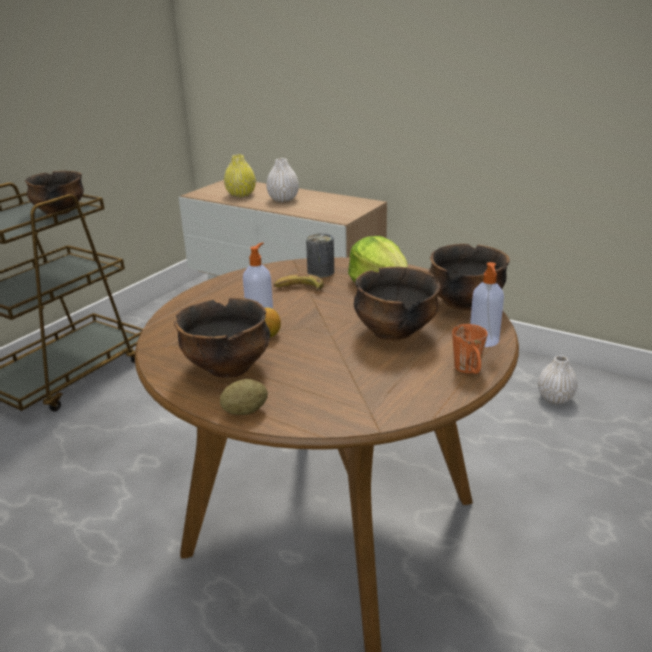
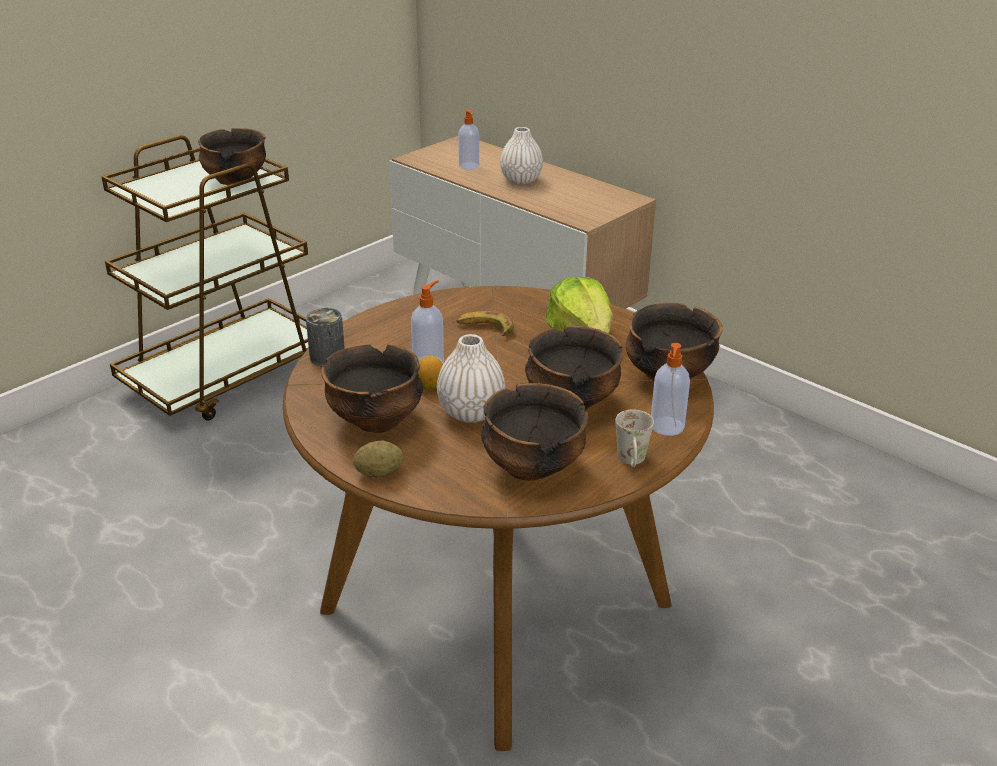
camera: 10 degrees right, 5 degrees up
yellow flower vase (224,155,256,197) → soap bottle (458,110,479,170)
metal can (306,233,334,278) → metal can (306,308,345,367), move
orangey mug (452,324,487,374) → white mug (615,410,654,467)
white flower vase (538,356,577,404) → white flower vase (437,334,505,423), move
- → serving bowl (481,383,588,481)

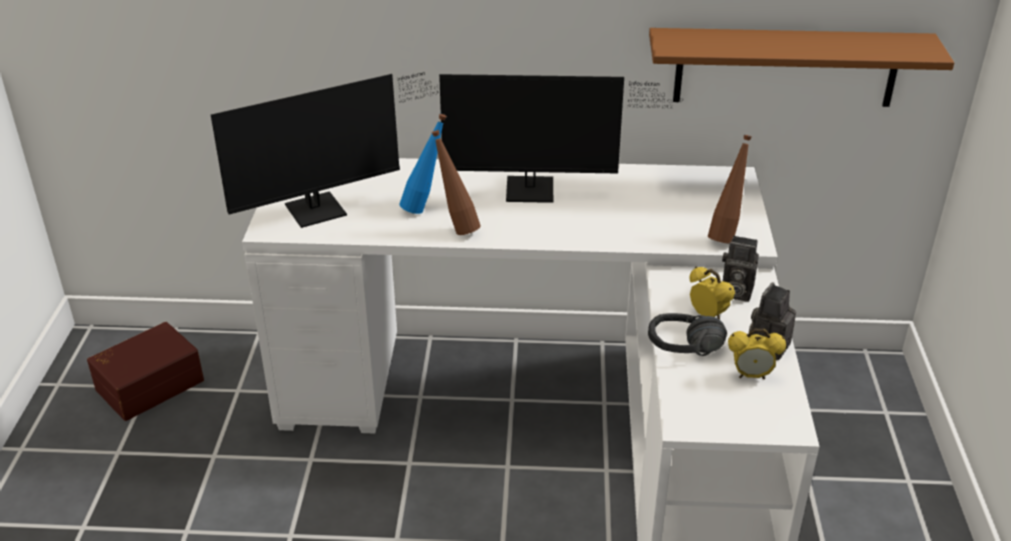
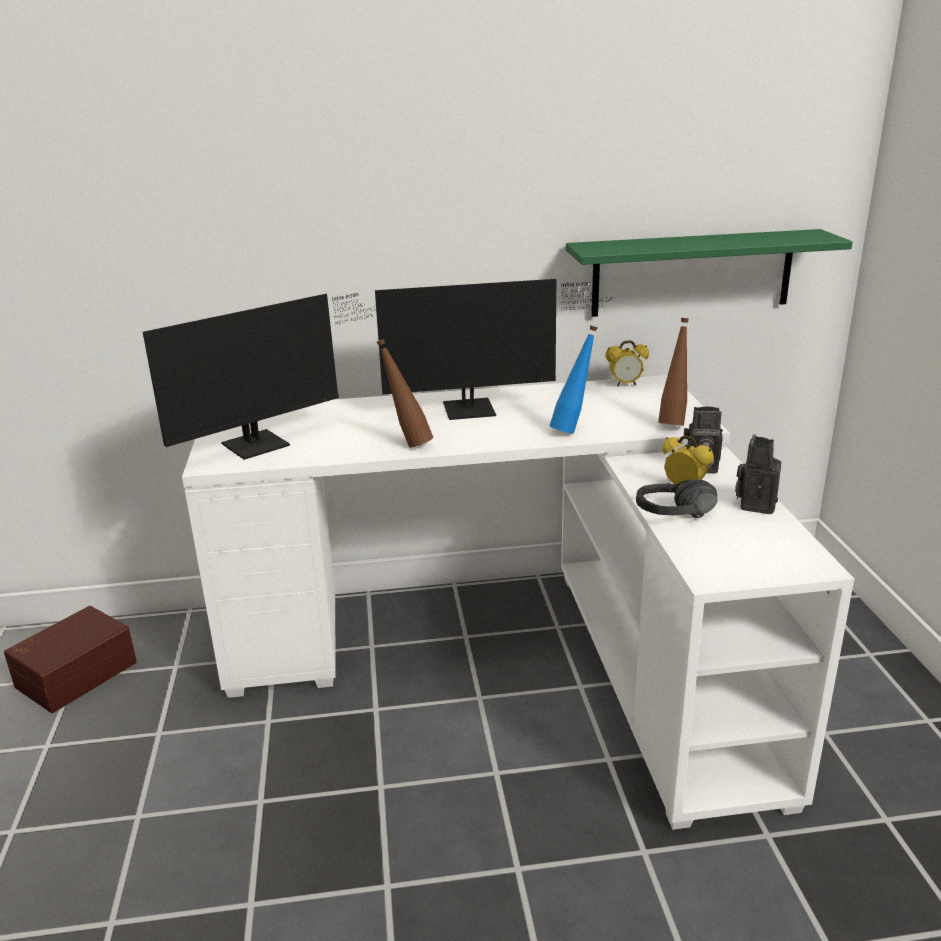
camera: 10 degrees left, 10 degrees down
blue-coloured bottle (399,114,447,214) → blue-coloured bottle (549,325,598,434), move
brownish shelf (649,28,954,107) → green-coloured shelf (566,229,853,317)
bedside clock (728,329,786,380) → bedside clock (605,340,649,386), move

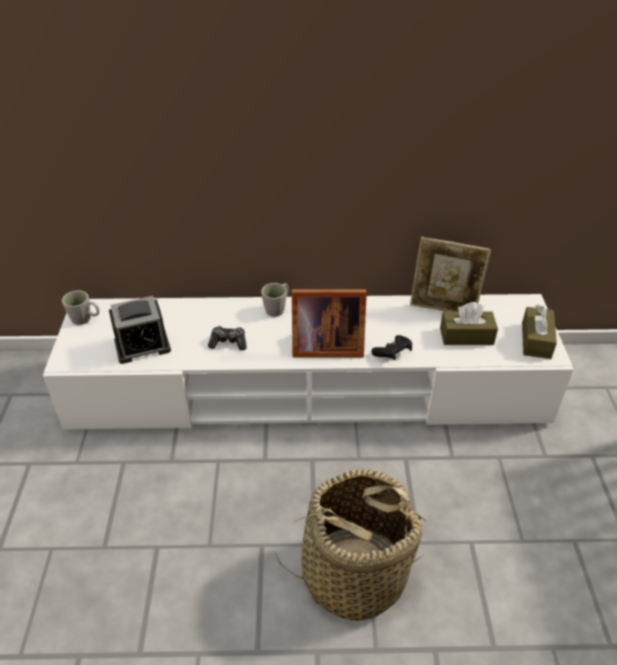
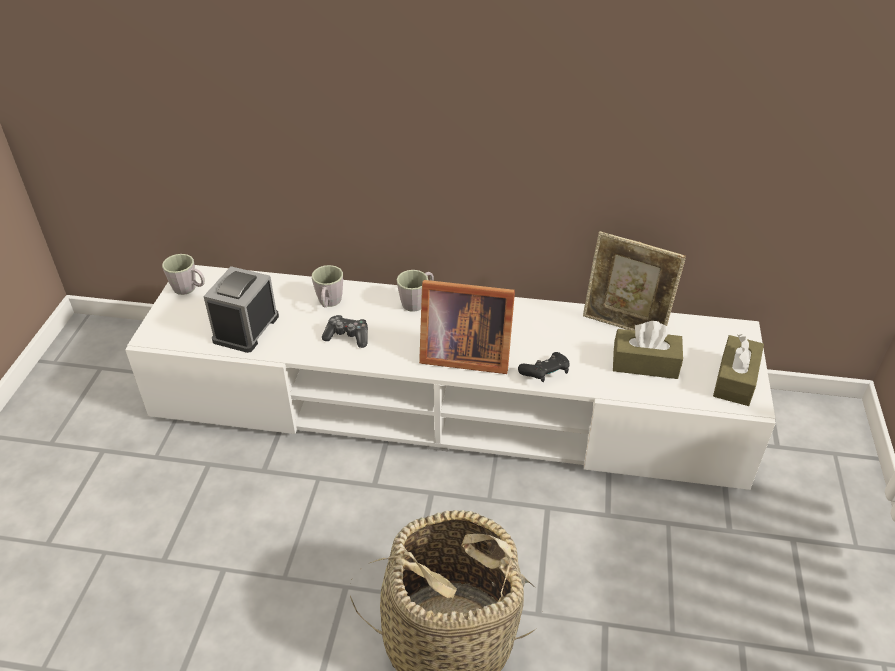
camera: 10 degrees right, 0 degrees up
bedside clock (109,296,171,364) → bedside clock (203,266,279,353), 120 degrees clockwise
- → grey mug (312,265,343,307)

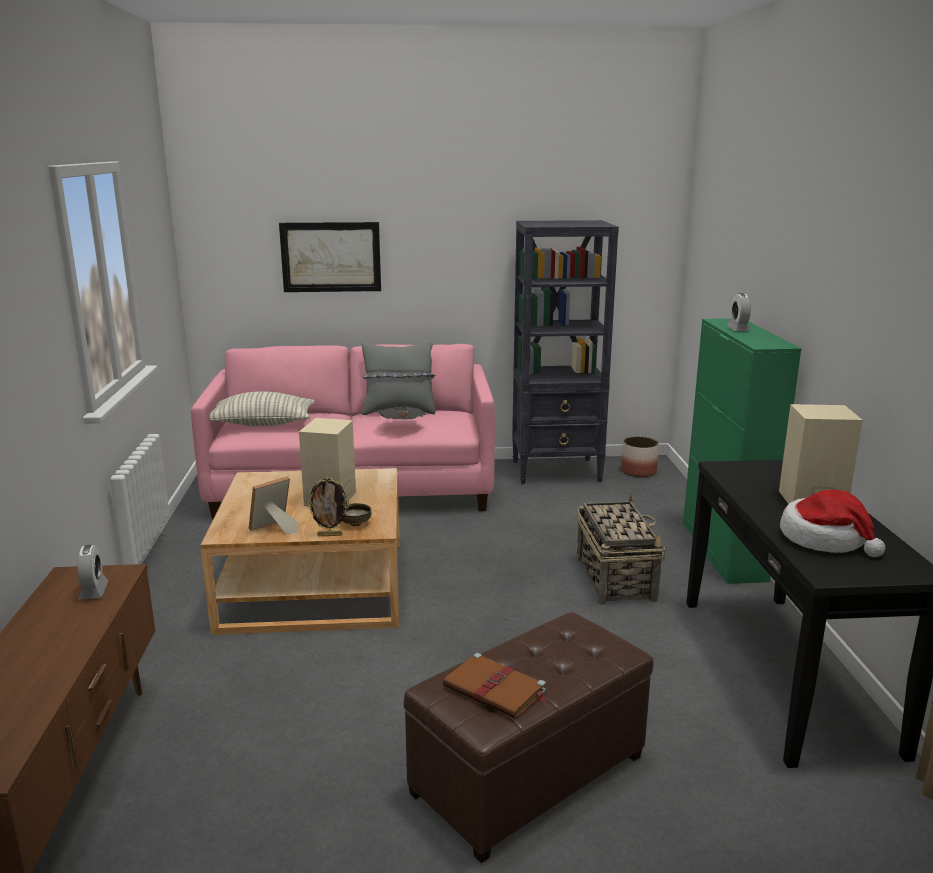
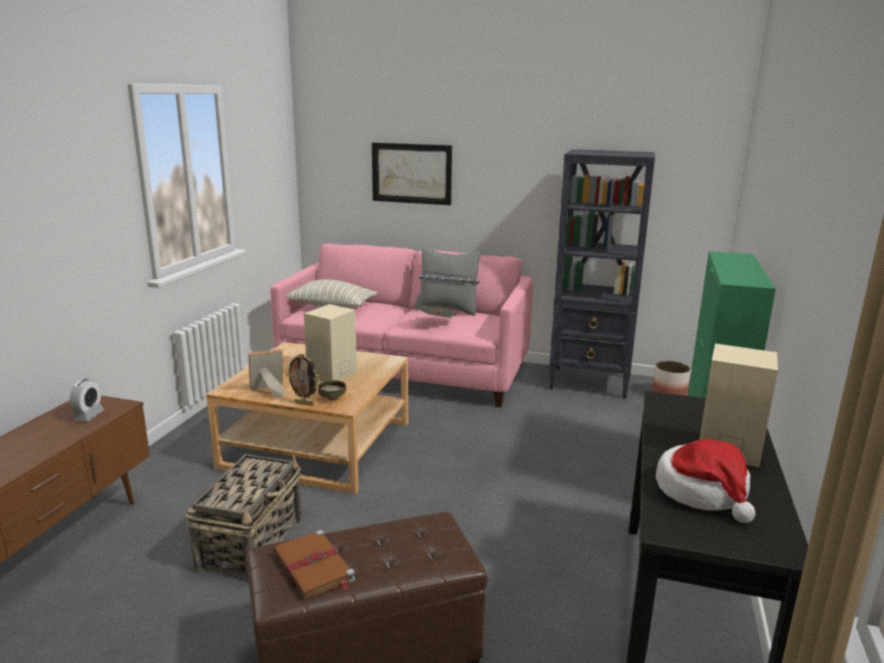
camera: 20 degrees right, 0 degrees up
basket (577,495,666,605) → basket (185,454,302,582), move
bedside clock (727,293,751,331) → -

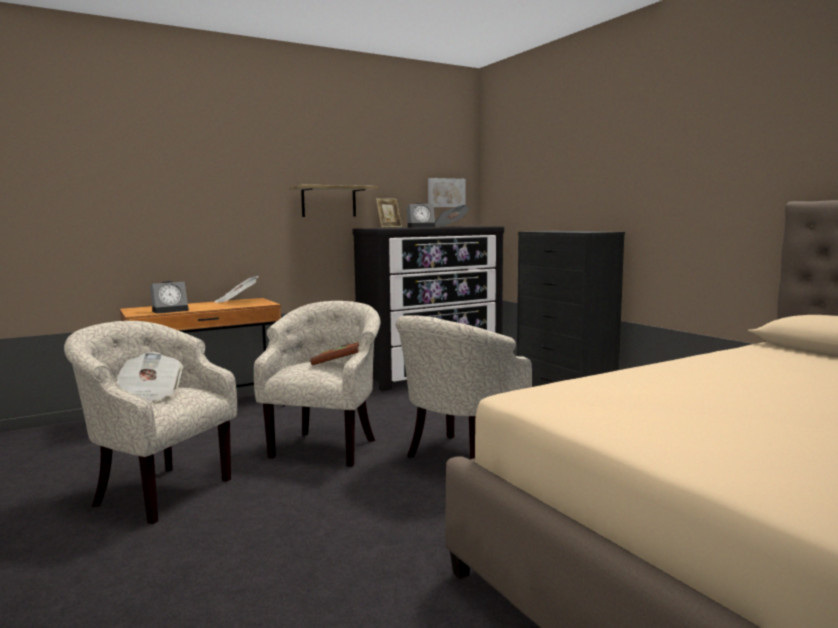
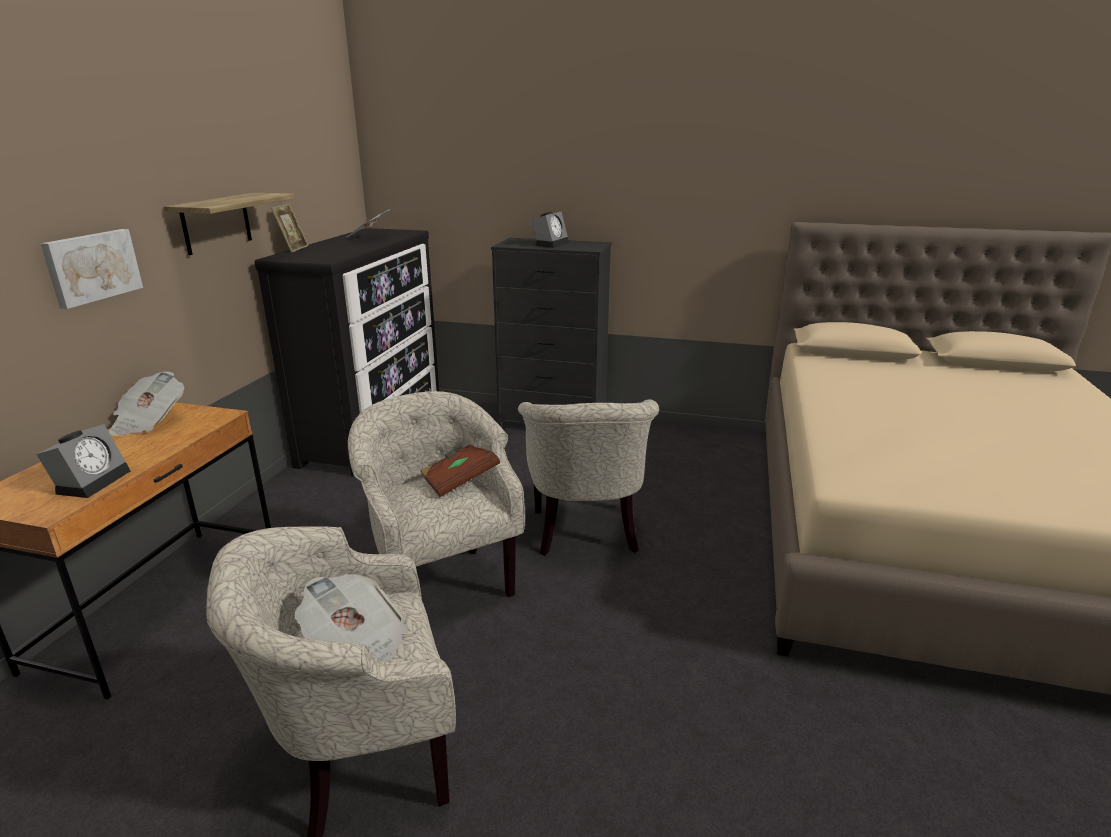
camera: 45 degrees left, 15 degrees up
bedside clock (407,203,435,228) → bedside clock (532,211,569,248), move
picture (428,178,466,207) → picture (40,229,143,309), move

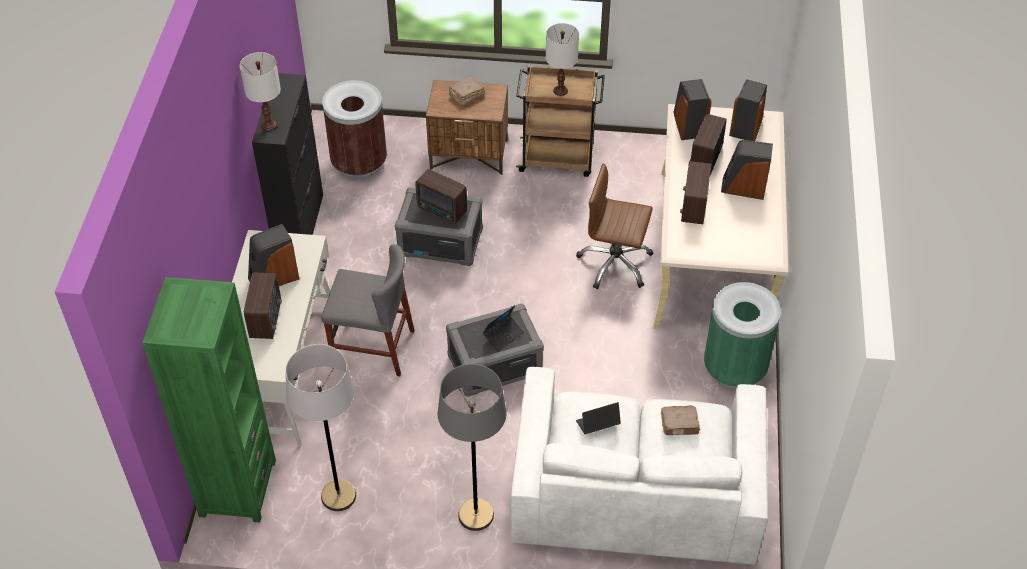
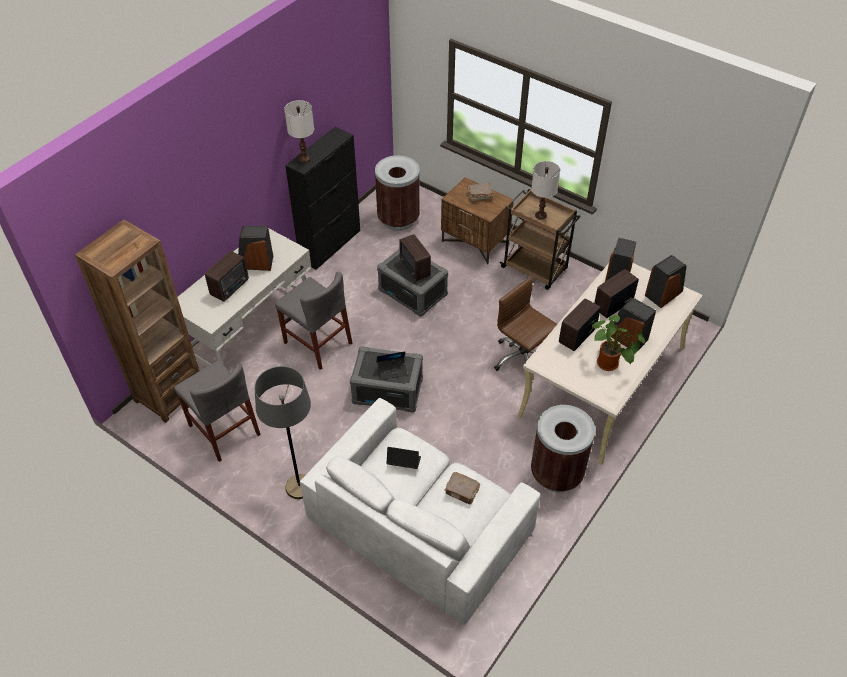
camera: 30 degrees right, 0 degrees up
green-coloured bookcase (142,277,276,523) → brownish bookcase (75,220,199,423)
grey standing lamp (285,344,356,511) → grey plain chair (174,360,261,462)
green-coloured rubbish bin (704,282,781,389) → brownish rubbish bin (531,405,595,492)
- → houseplant (589,315,645,371)

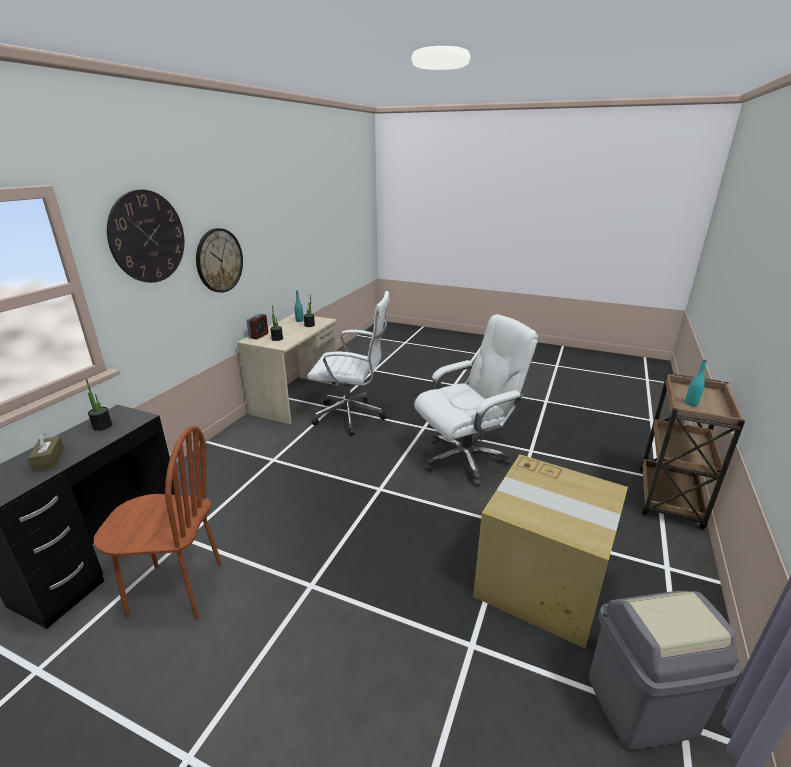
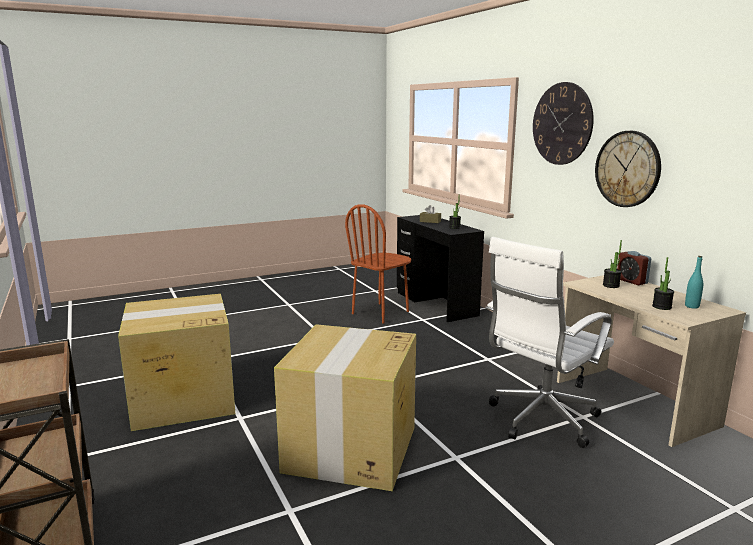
camera: 130 degrees right, 10 degrees down
white computer chair (414,314,538,486) → packing box (274,324,416,491)
grey rubbish bin (589,591,741,750) → -
turquoise-coloured bottle (685,360,706,406) → -

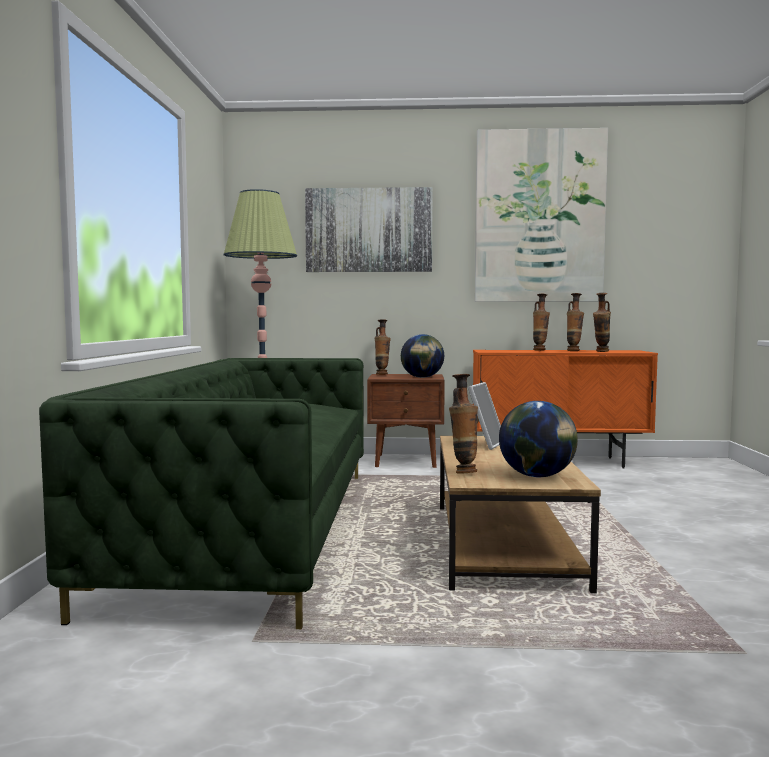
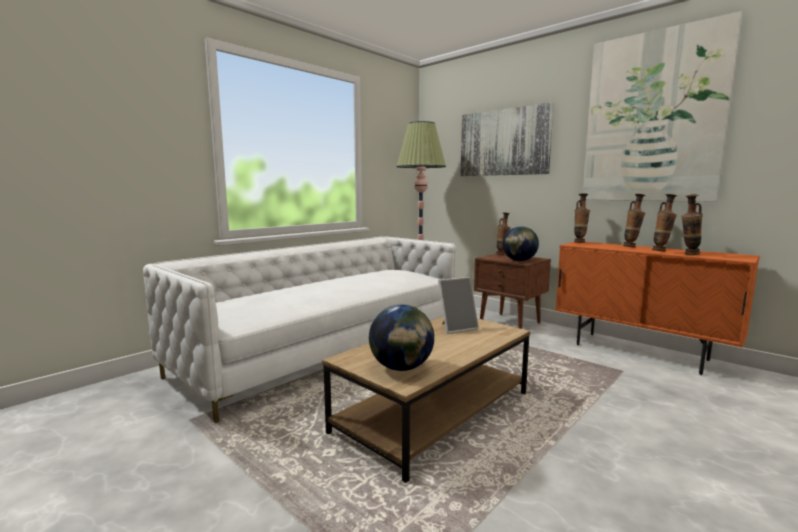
camera: 40 degrees right, 5 degrees up
green-coloured couch (39,358,364,629) → white couch (143,236,456,423)
flower vase (449,374,478,474) → flower vase (574,193,590,243), move

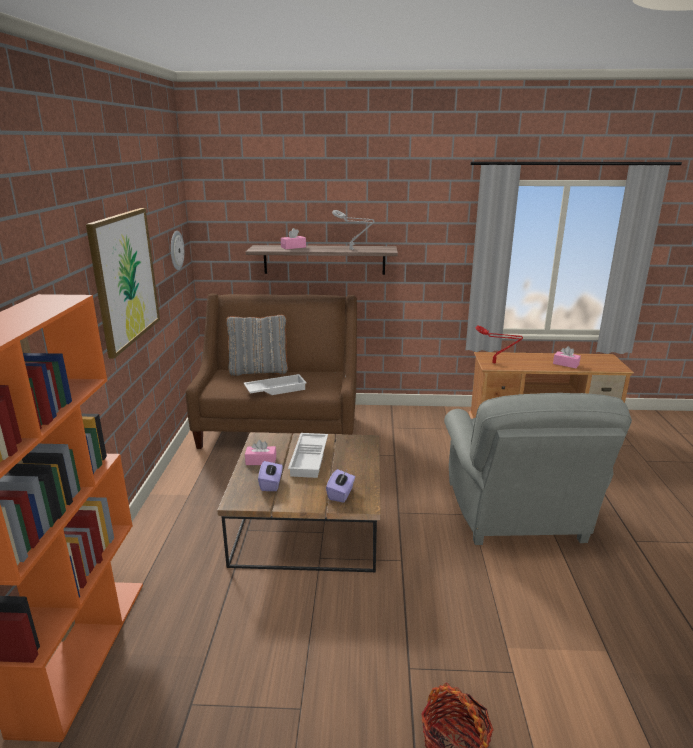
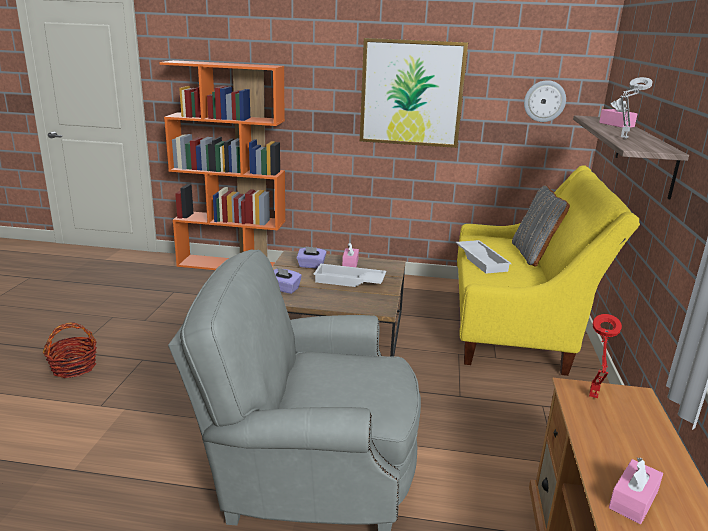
camera: 95 degrees right, 0 degrees up
brownish couch (186,294,357,449) → yellow couch (457,165,640,376)

